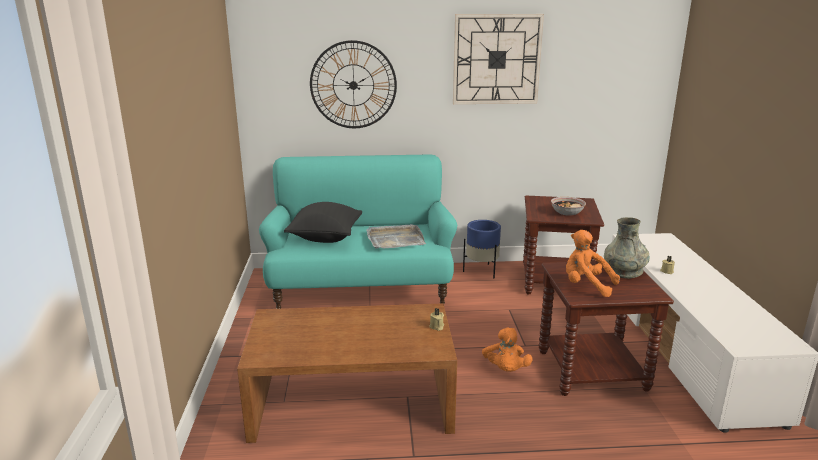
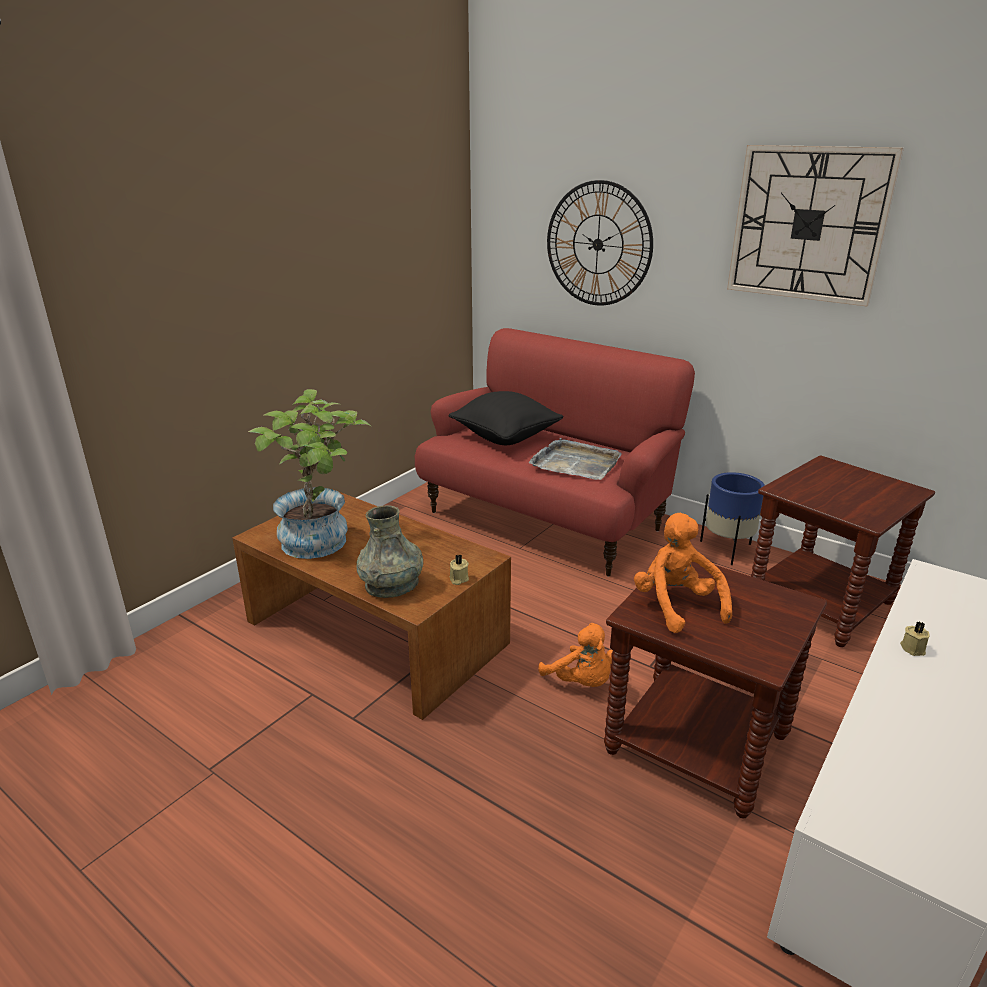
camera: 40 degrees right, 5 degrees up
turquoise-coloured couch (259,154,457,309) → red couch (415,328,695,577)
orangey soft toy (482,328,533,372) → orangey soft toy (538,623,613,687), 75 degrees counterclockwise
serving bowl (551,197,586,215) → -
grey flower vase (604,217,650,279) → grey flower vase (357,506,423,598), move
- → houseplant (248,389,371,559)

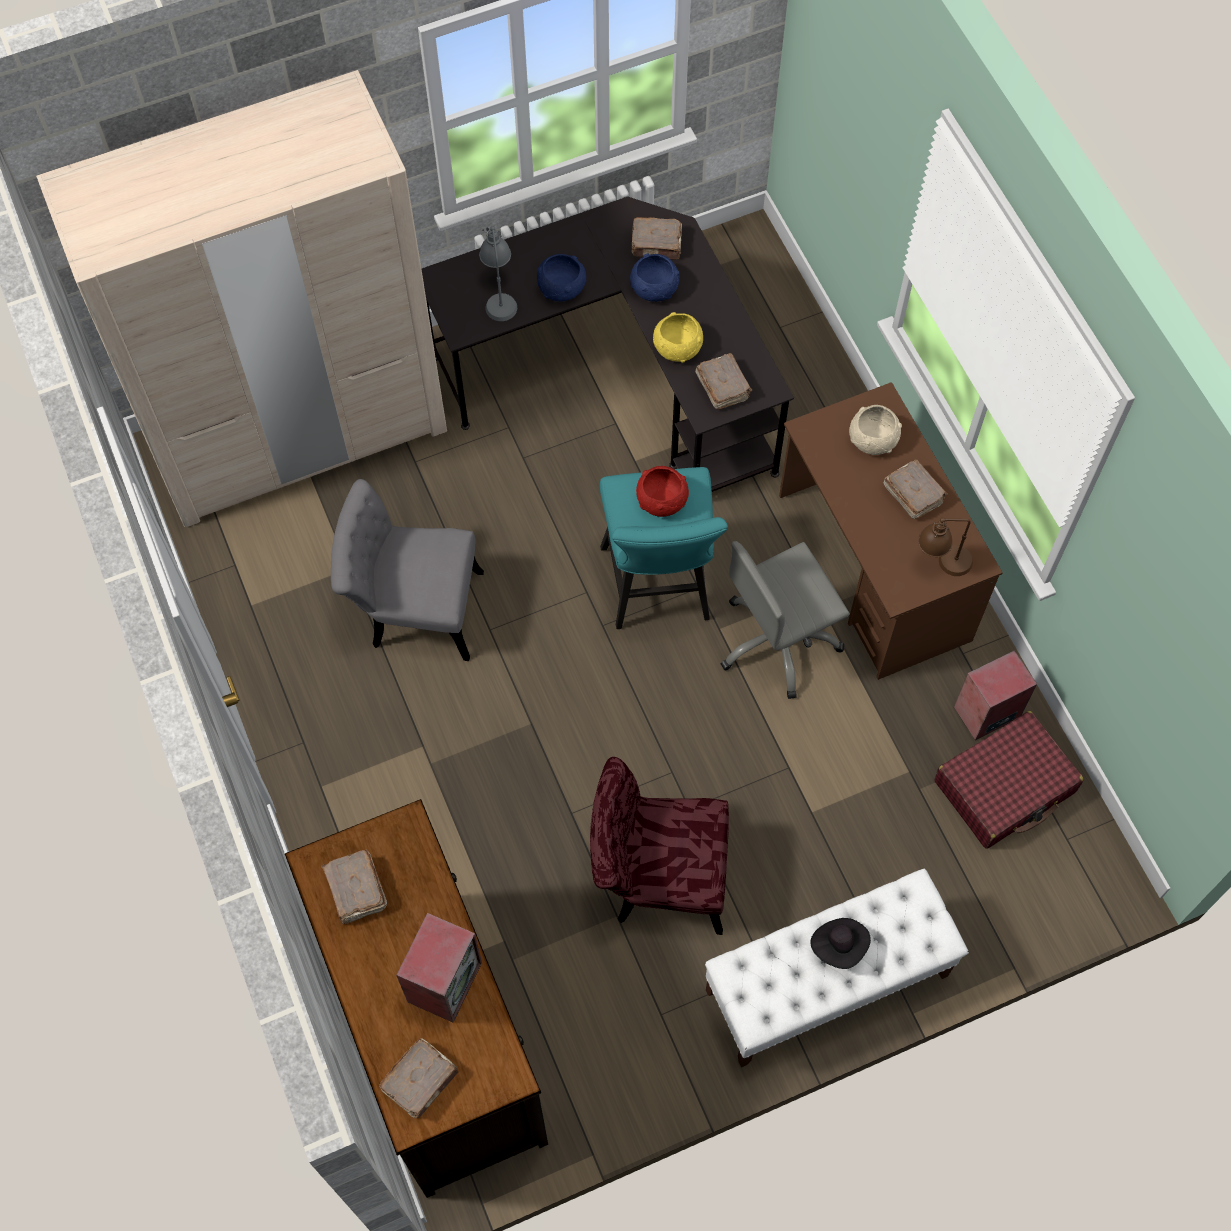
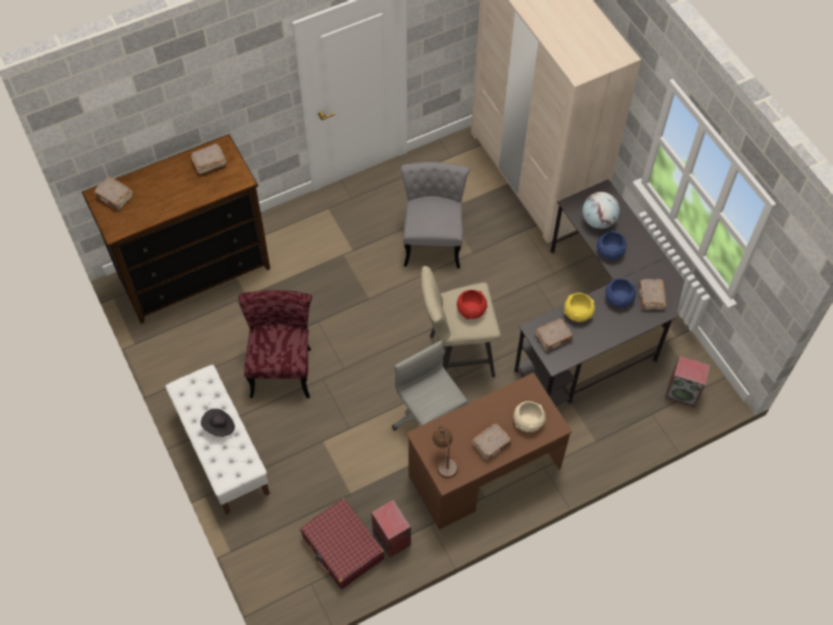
camera: 85 degrees right, 5 degrees down
speaker (396,913,482,1023) → speaker (665,356,710,407), move
grey table lamp (479,226,517,321) → globe (582,192,620,229)
turquoise-coloured stool seat (600,467,728,629) → sand-coloured stool seat (421,266,501,377)

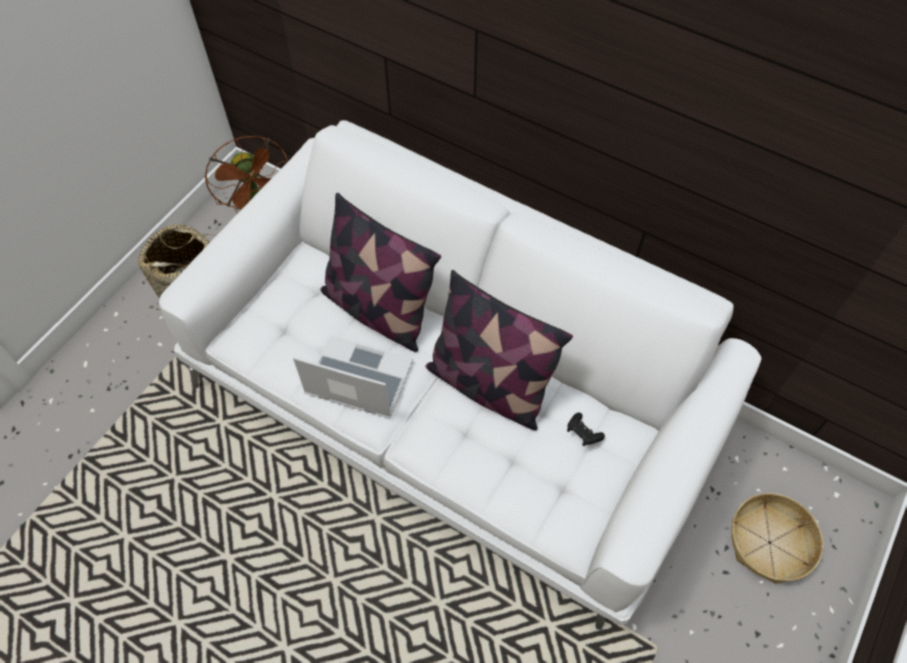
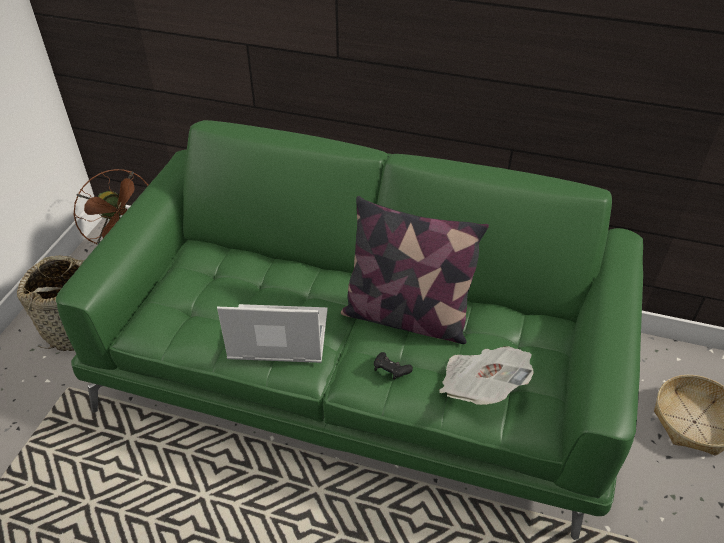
camera: 15 degrees left, 15 degrees down
white couch (159,120,762,630) → green-coloured couch (56,120,643,540)
cushion (320,193,441,352) → -
black joypad (567,413,605,446) → black joypad (374,352,413,380), move
- → newspaper (439,346,534,405)

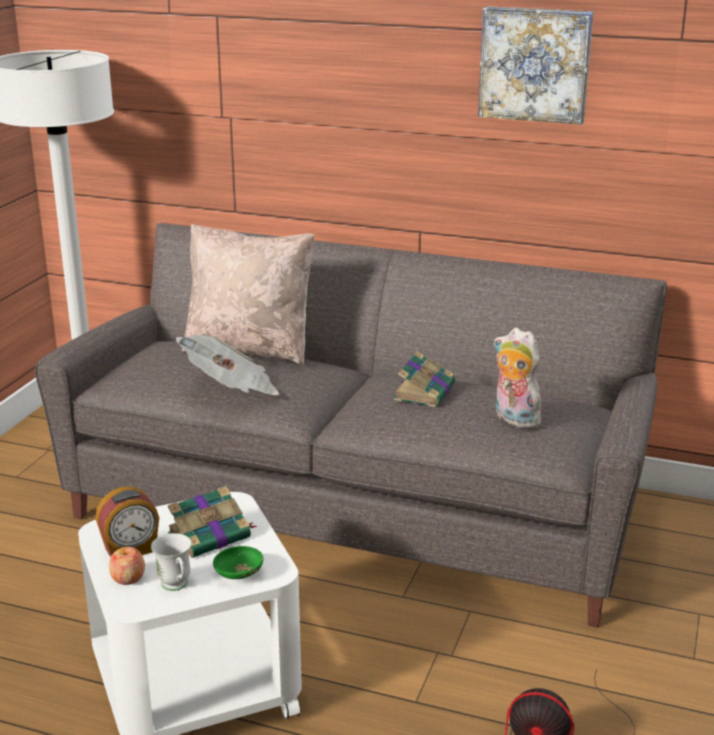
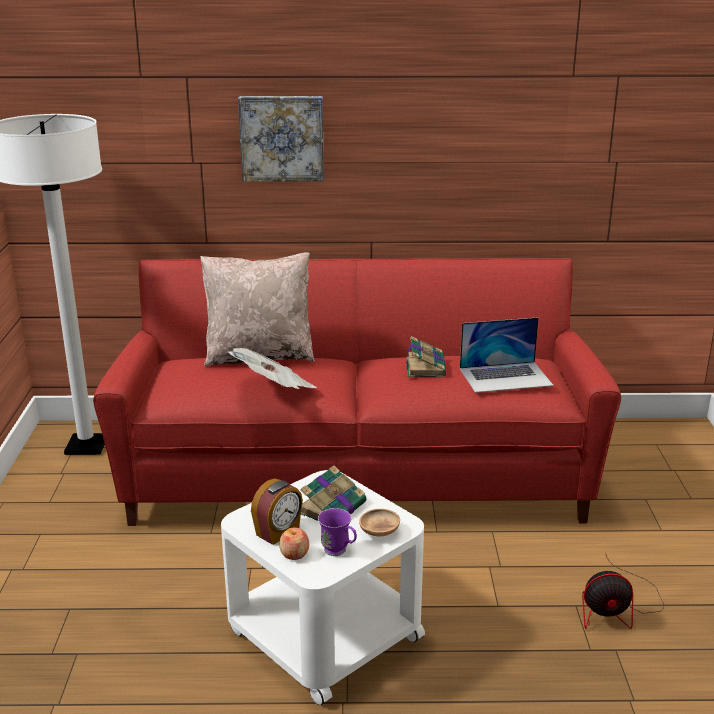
camera: 20 degrees left, 0 degrees up
grey couch (35,223,667,628) → red couch (93,258,621,526)
white mug (151,533,192,591) → purple-coloured mug (318,508,357,556)
green-coloured serving bowl (213,546,263,579) → brownish serving bowl (359,509,400,537)
picture (478,6,594,125) → picture (238,96,324,182), move
soft toy (493,328,543,428) → portable computer (460,317,554,393)

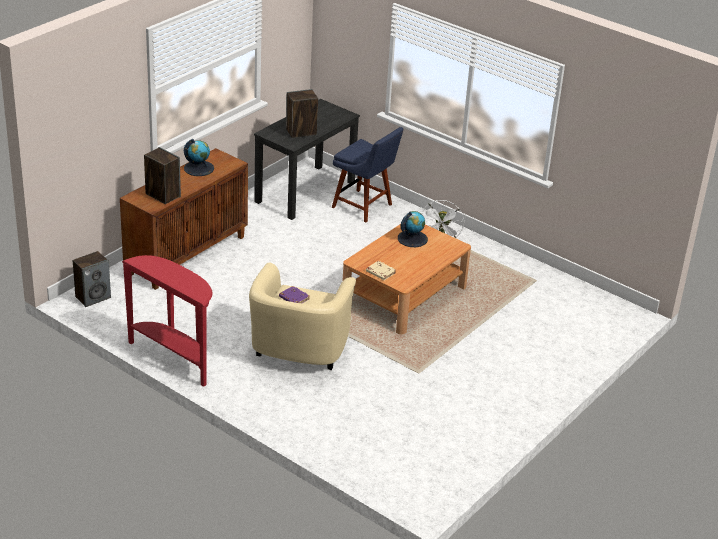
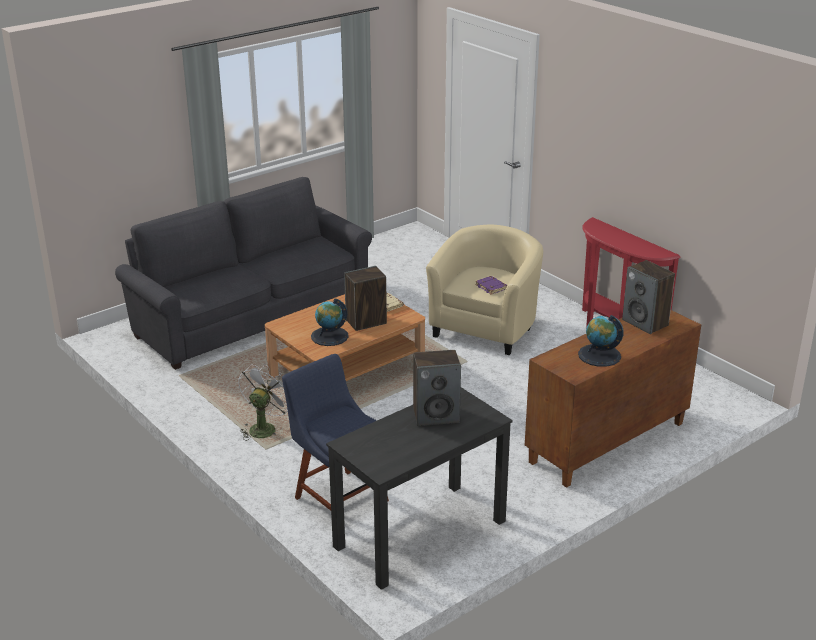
camera: 165 degrees left, 5 degrees down
speaker (73,251,111,307) → speaker (344,266,387,331), move
- → grey couch (115,177,372,370)

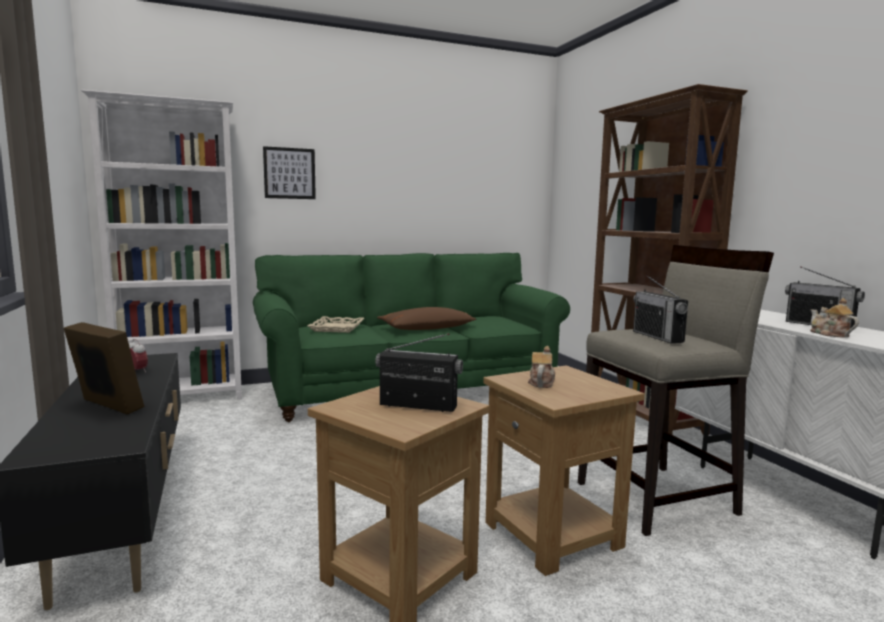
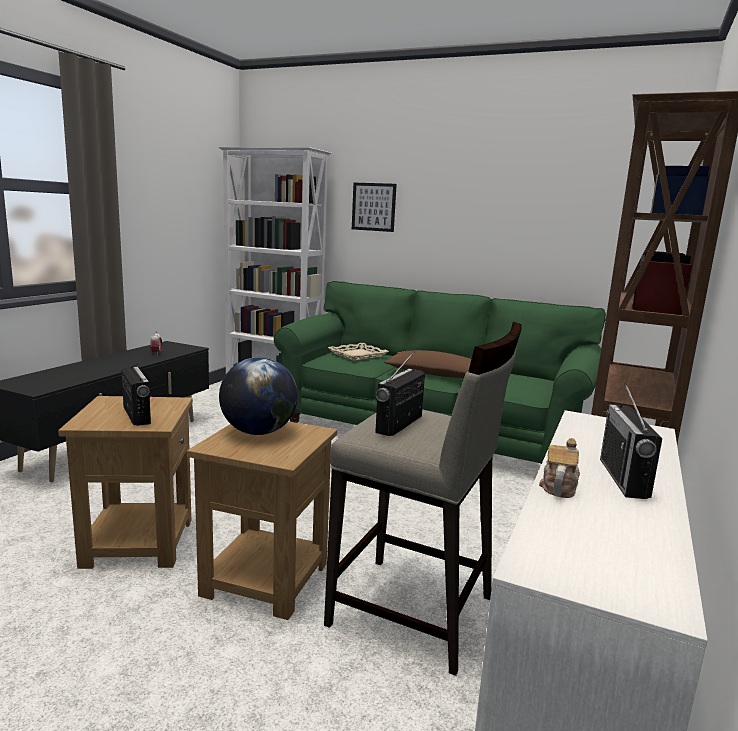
camera: 45 degrees right, 5 degrees up
picture frame (64,322,144,414) → -
pot for tea (528,346,555,388) → globe (219,357,298,435)

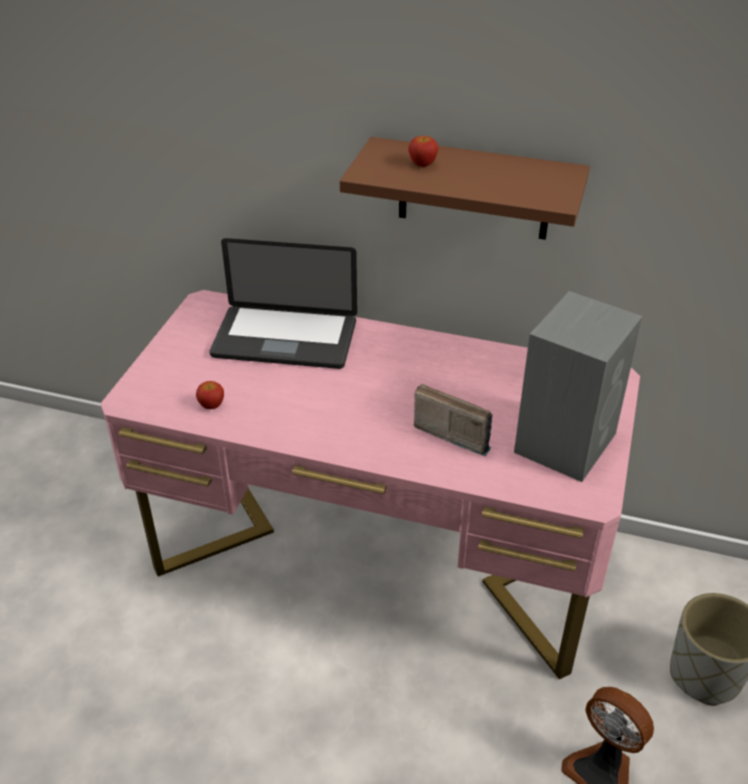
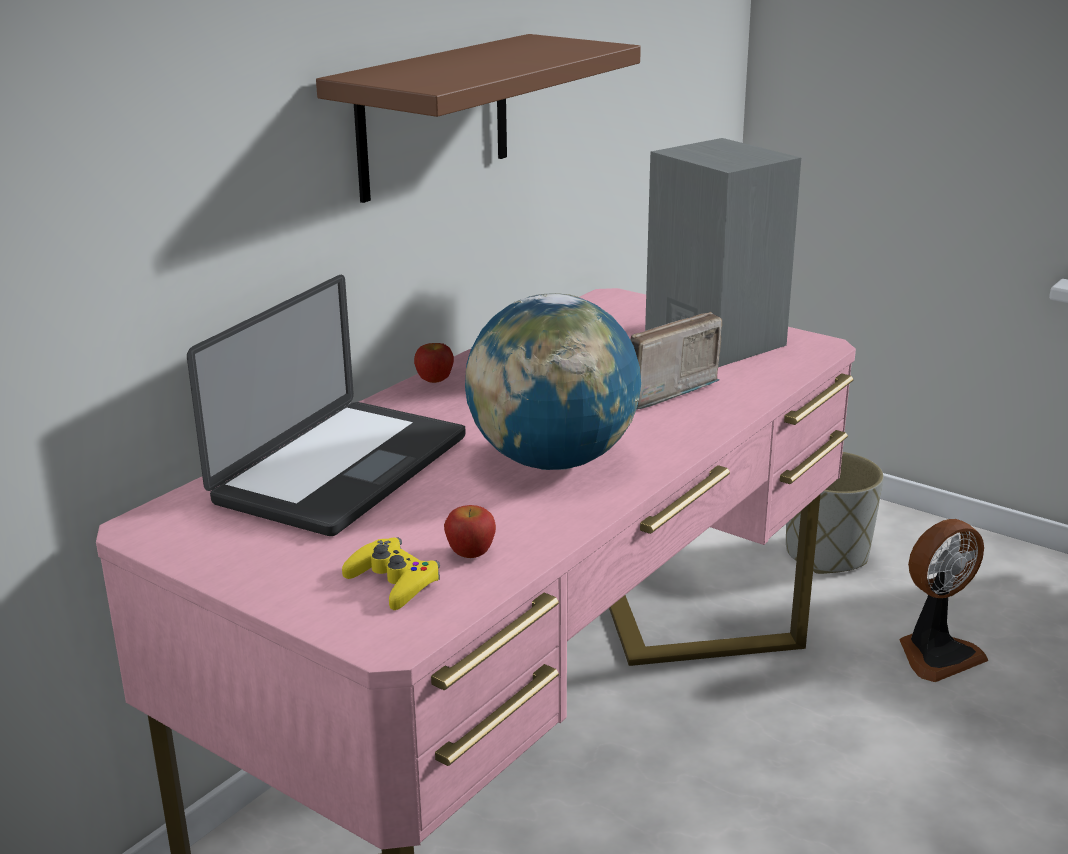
camera: 70 degrees left, 15 degrees down
whole apple (408,136,439,167) → whole apple (414,343,454,383), move
- → yellow joypad (342,538,440,610)
- → globe (465,293,641,470)

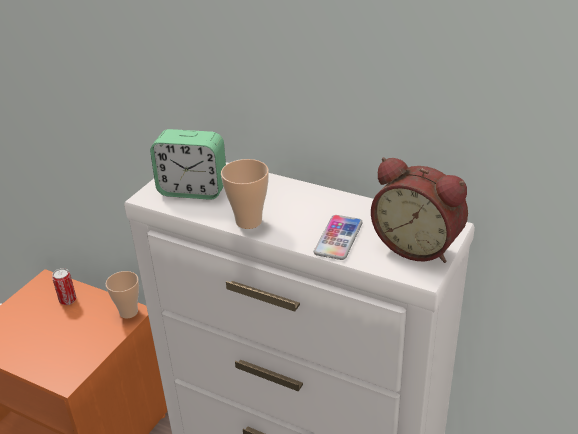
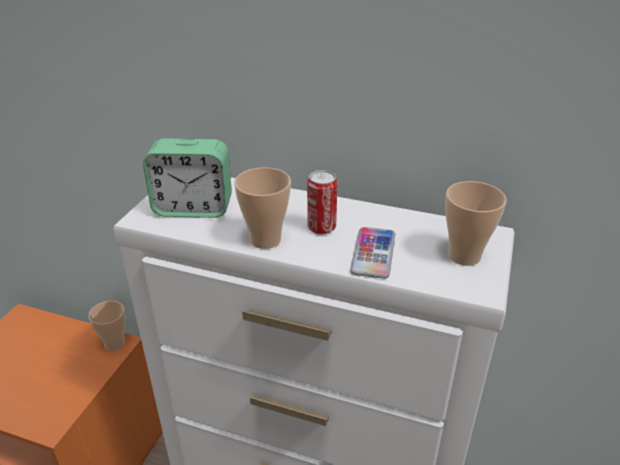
camera: 10 degrees left, 0 degrees up
metal can (52,268,76,305) → metal can (307,170,338,235), move
bedside clock (371,157,468,263) → cup (445,181,507,266)

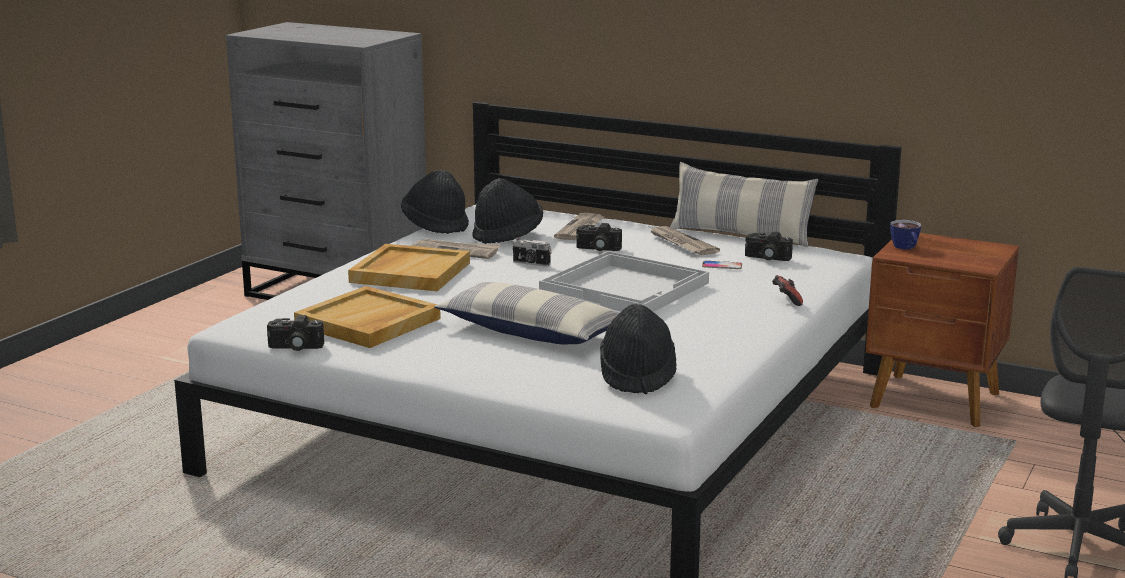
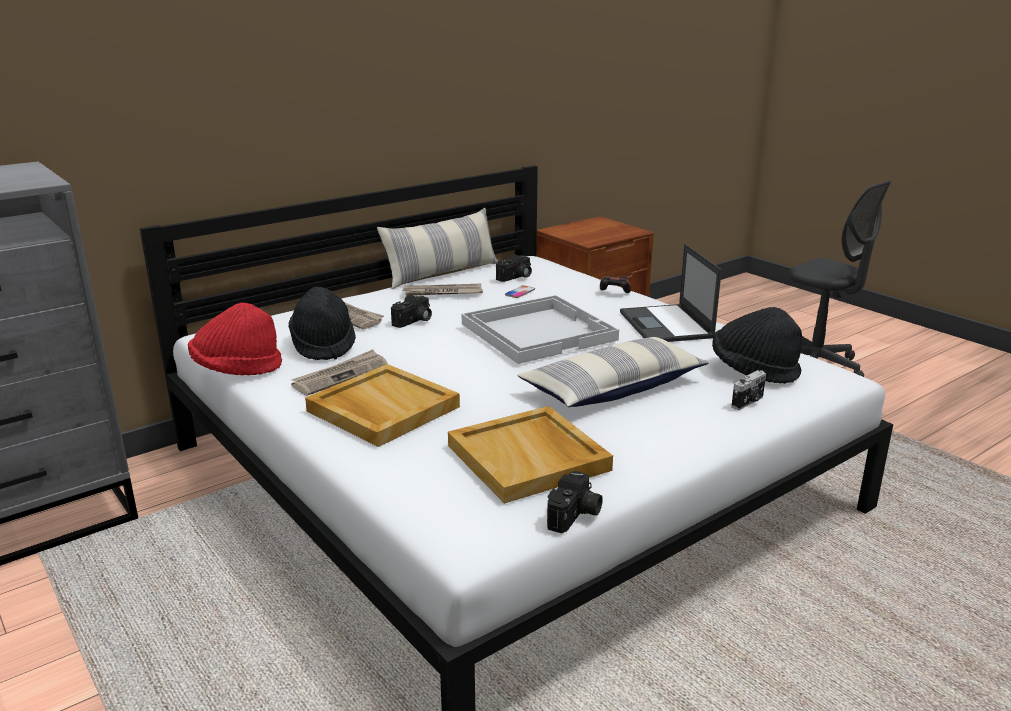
camera: 65 degrees left, 5 degrees up
black clothing hat (401,170,469,234) → red clothing hat (188,303,282,375)
still camera (512,237,551,267) → still camera (731,370,766,410), move
cup (890,220,922,249) → -
- → portable computer (620,244,722,342)

